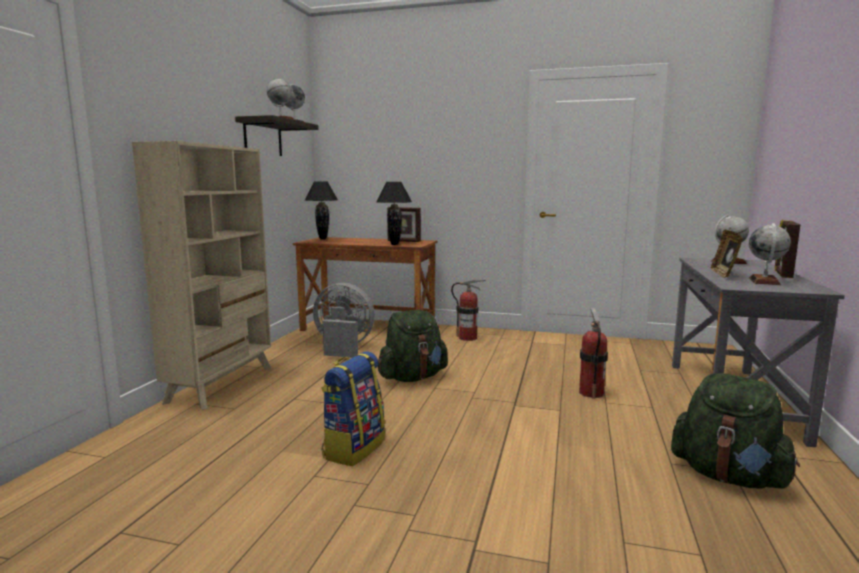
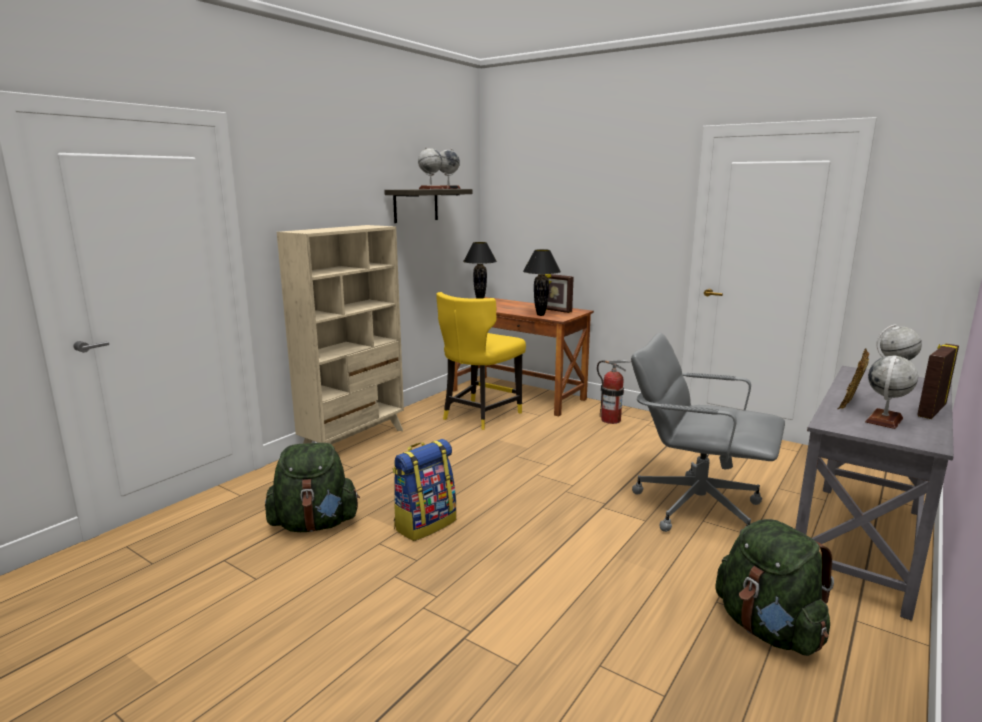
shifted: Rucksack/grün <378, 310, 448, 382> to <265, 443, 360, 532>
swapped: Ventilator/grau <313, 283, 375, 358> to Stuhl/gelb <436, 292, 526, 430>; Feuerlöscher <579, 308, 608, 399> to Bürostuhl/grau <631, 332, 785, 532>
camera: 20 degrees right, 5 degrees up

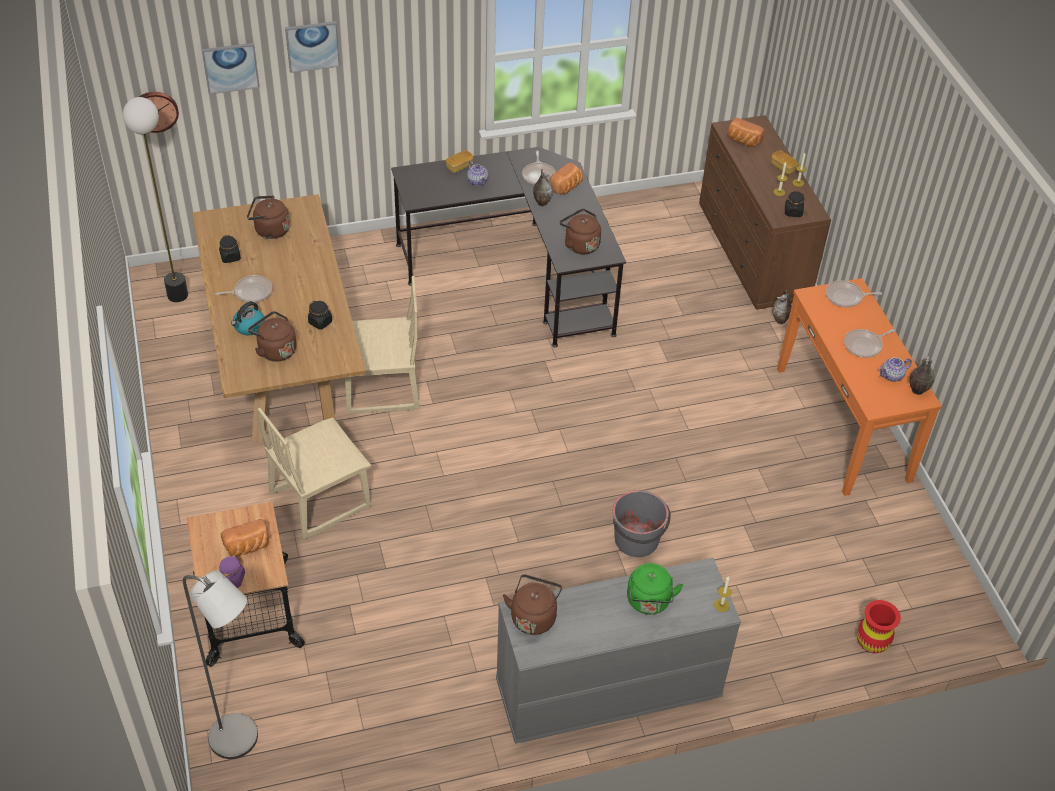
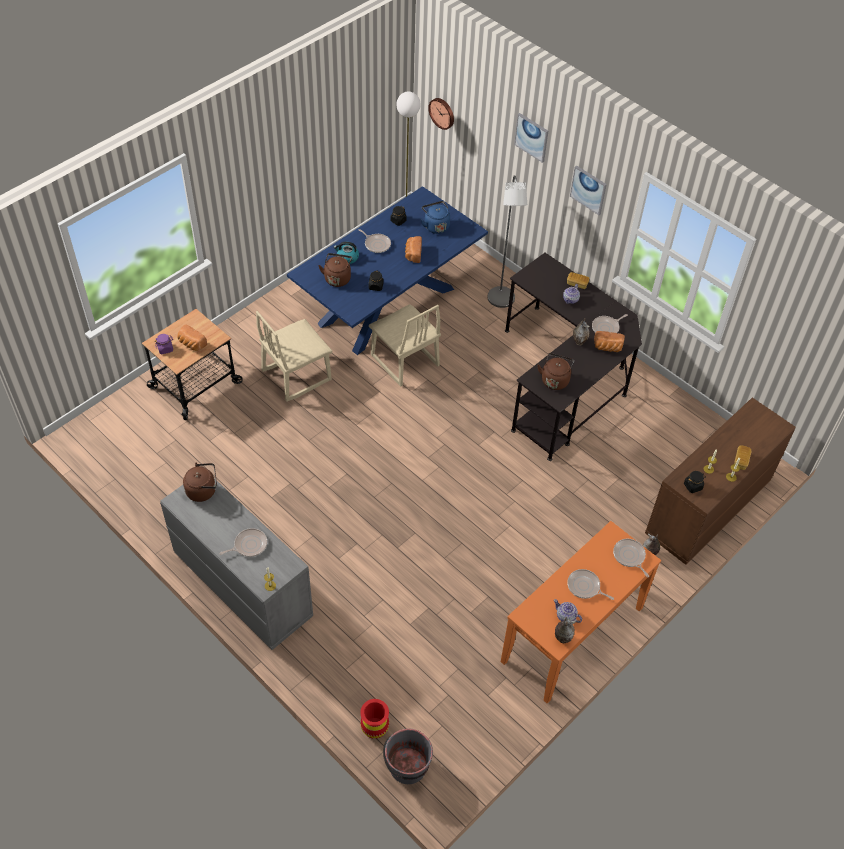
shifted: Eimer/grau <613, 490, 671, 557> to <383, 729, 433, 784>; Brot <727, 118, 765, 147> to <405, 236, 422, 263>; Stehlampe/grau <183, 570, 258, 759> to <488, 175, 527, 308>; Bild <202, 43, 260, 94> to <570, 165, 607, 215>
swapped: Wasserkessel/grün <627, 563, 684, 615> to Pfanne <219, 528, 267, 557>
repainted: Esstisch/braun <192, 194, 366, 443> to Esstisch/blau <287, 186, 488, 355>; Wasserkessel/braun <247, 195, 290, 239> to Wasserkessel/blau <421, 201, 450, 234>
rotated: Stuhl/beige <258, 408, 371, 539> = <256, 311, 332, 402> 60 degrees counterclockwise
camera: 60 degrees right, 5 degrees up

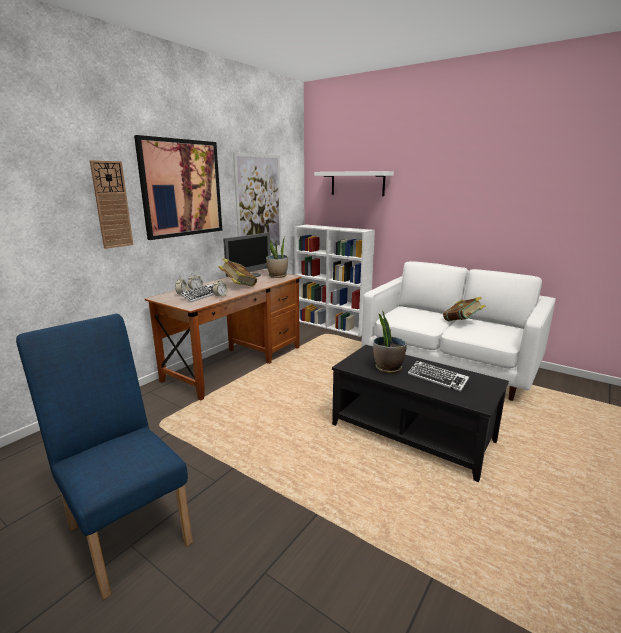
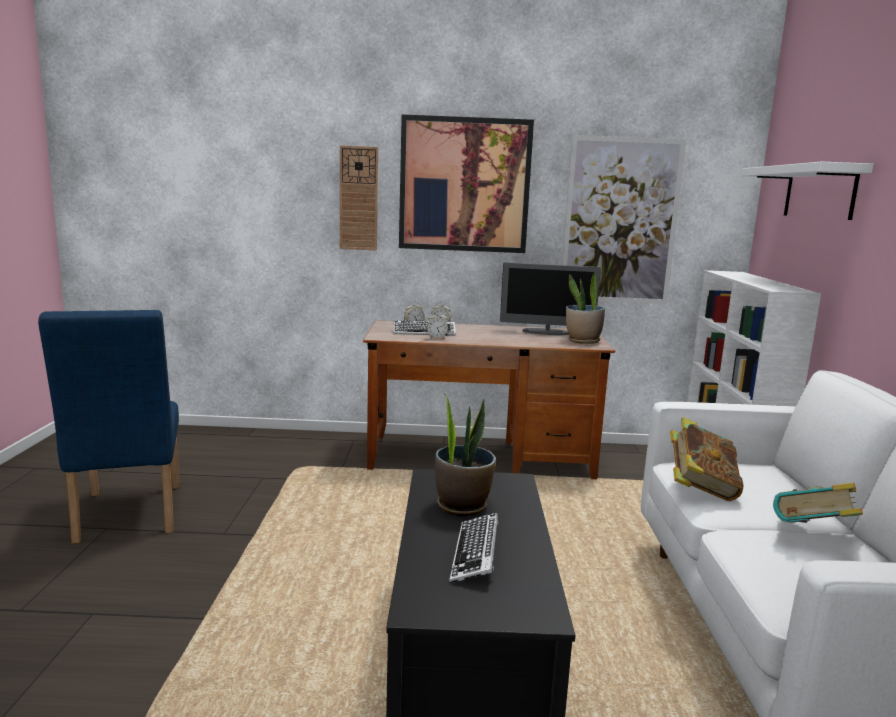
shifted: Buch <219, 258, 257, 287> to <670, 417, 743, 501>
rotated: Stuhl/blau <16, 314, 193, 600> = <38, 310, 180, 544> 150 degrees clockwise
camera: 55 degrees right, 5 degrees down

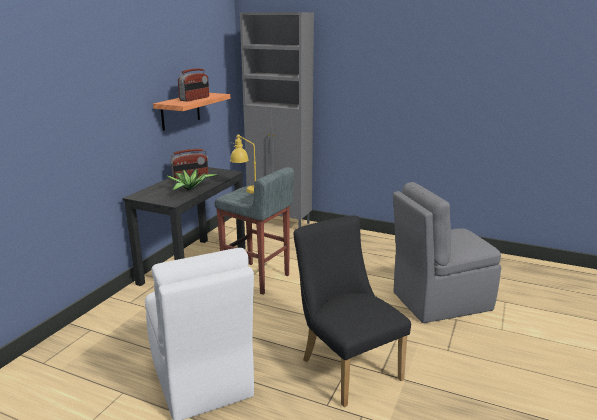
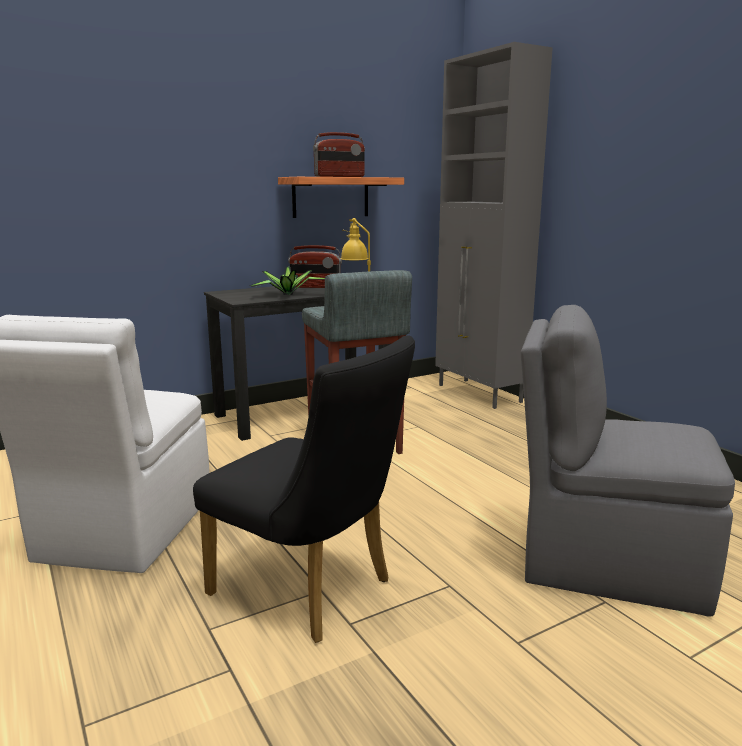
rotated: Stuhl/schwarz <294, 216, 411, 407> = <193, 335, 415, 643> 120 degrees clockwise
camera: 35 degrees right, 5 degrees down

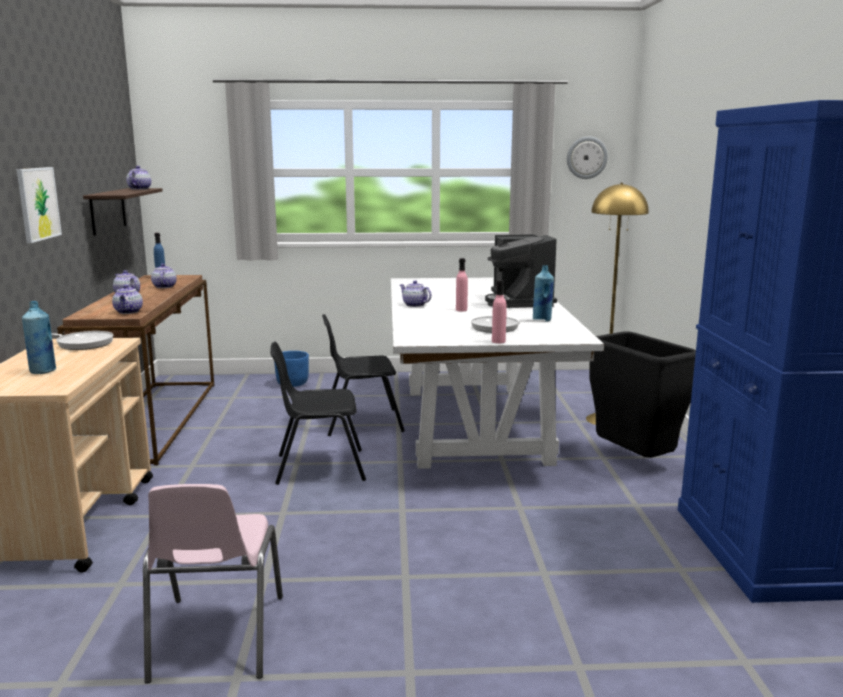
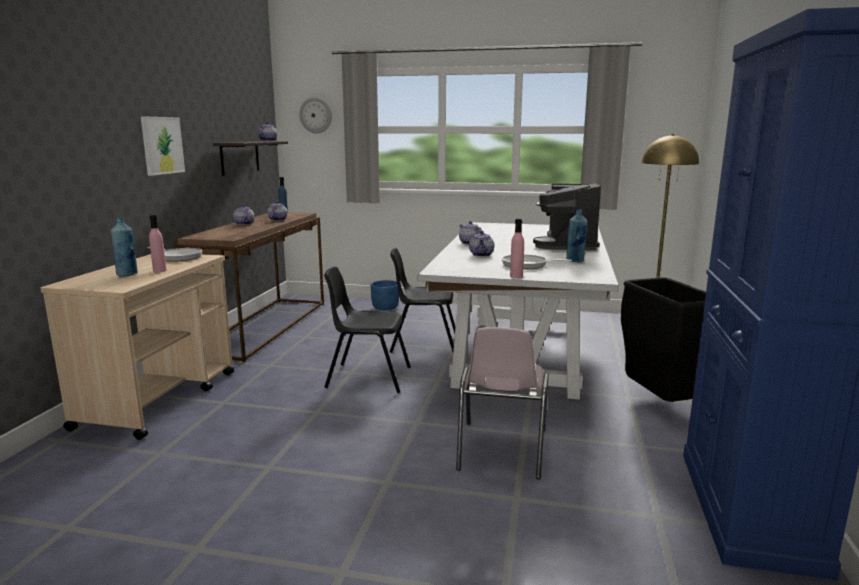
shifted: Flasche/rosa <456, 258, 468, 311> to <149, 215, 167, 272>; Wanduhr <567, 136, 608, 179> to <299, 97, 332, 134>; Stuhl/rosa <143, 484, 283, 684> to <456, 327, 549, 479>; Teekanne <112, 285, 143, 314> to <469, 231, 494, 257>
camera: 15 degrees right, 0 degrees up

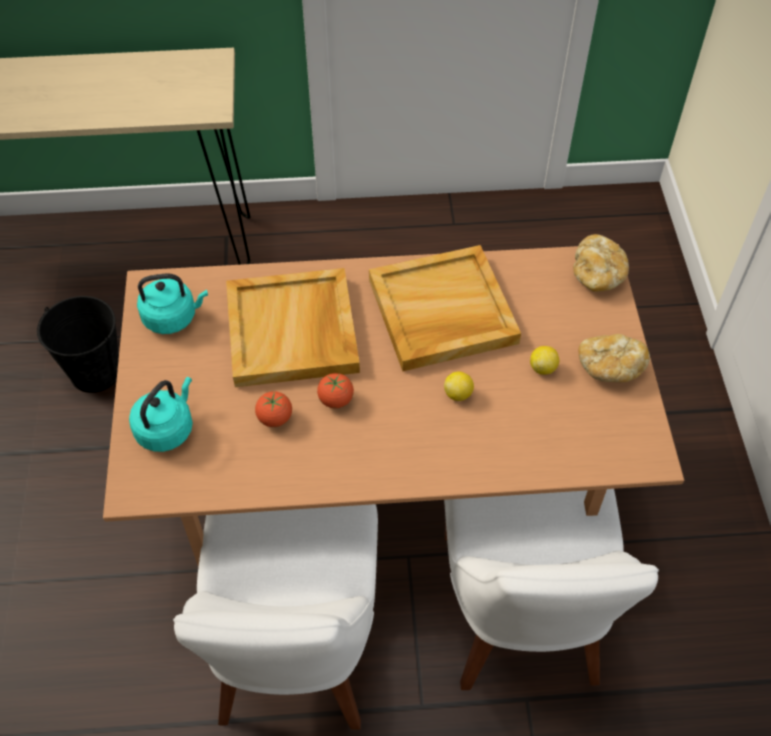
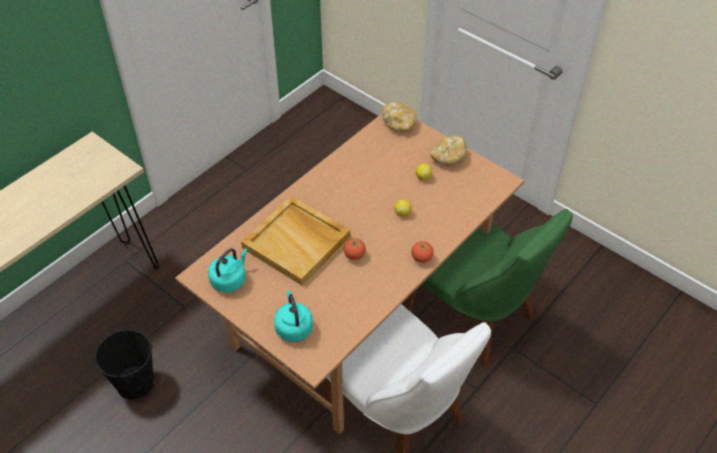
gone: Tablett/beige <369, 245, 521, 372>
shifted: Tomate <255, 391, 292, 427> to <411, 241, 434, 263>
repainted: Stuhl/weiß <444, 489, 659, 690> to Stuhl/grün <405, 209, 573, 368>
camera: 45 degrees left, 5 degrees down

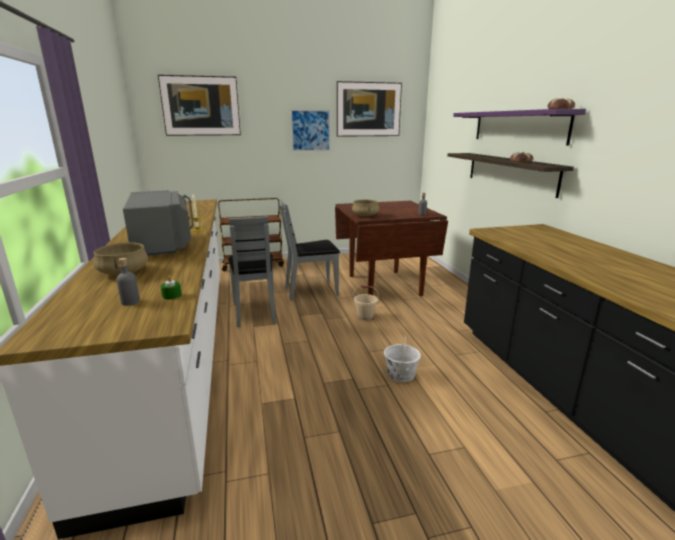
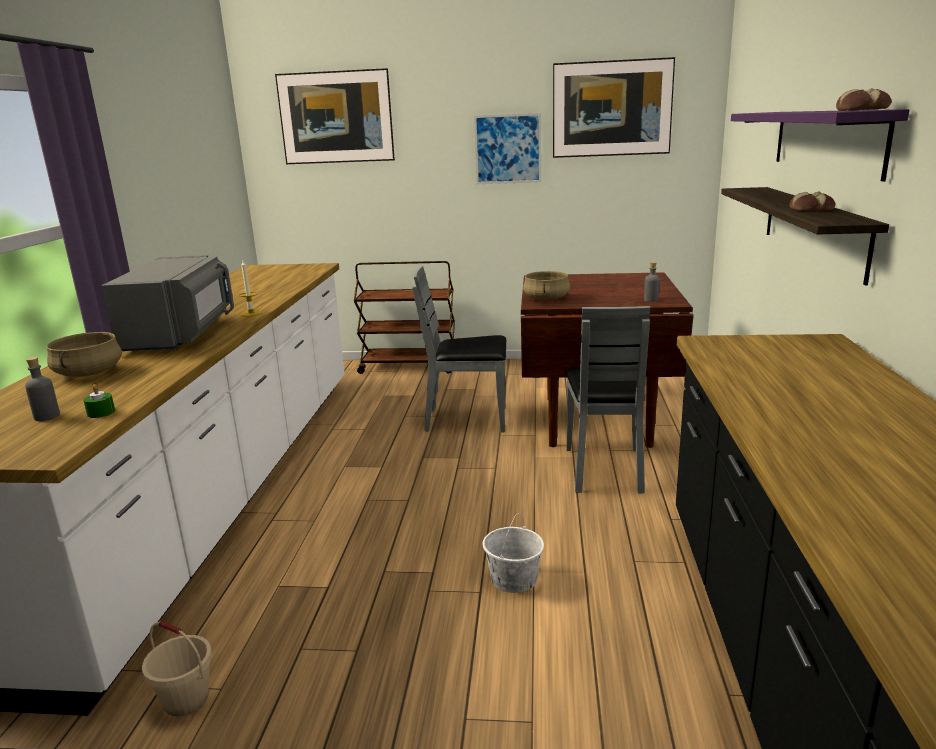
shifted: Eimer/beige <353, 285, 379, 320> to <142, 621, 212, 717>; Stuhl/grau <228, 216, 277, 327> to <565, 306, 650, 494>
camera: 20 degrees right, 0 degrees up

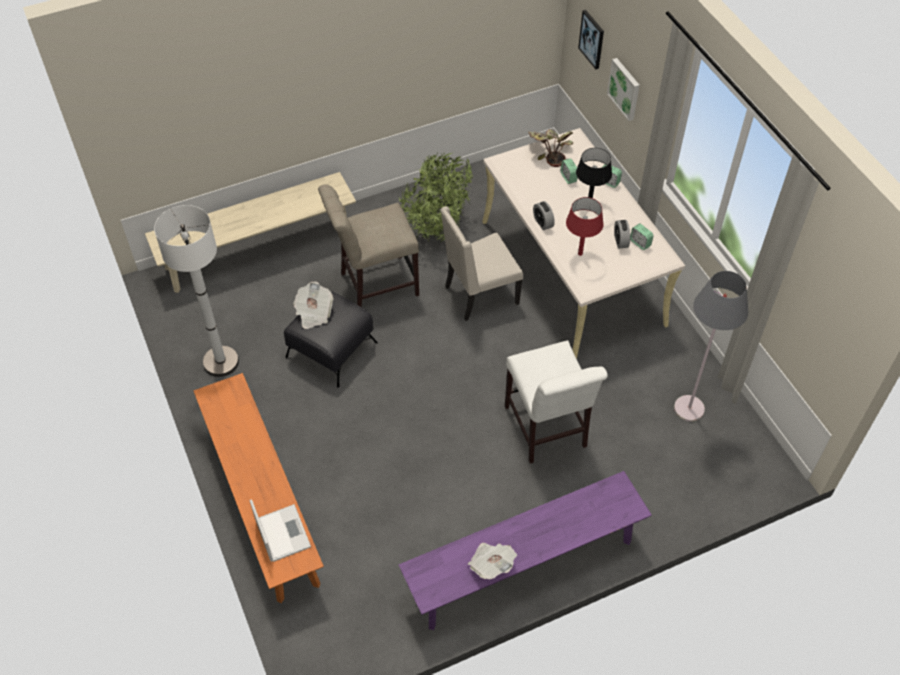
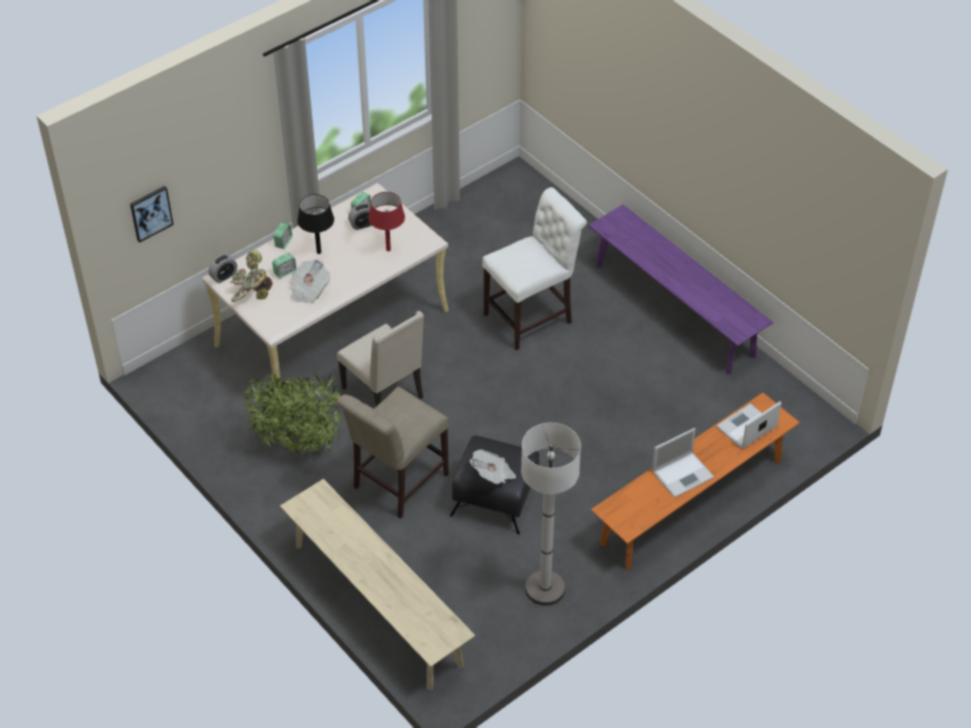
gone: Bild <607, 58, 640, 121>; Stehlampe/grau <674, 271, 748, 422>
new: Laptop <652, 428, 714, 498>
shifted: Wecker <533, 201, 555, 230> to <208, 254, 237, 283>; Zeitung <468, 543, 517, 579> to <290, 259, 330, 303>
rotated: Stuhl/beige <318, 184, 419, 307> = <336, 386, 449, 519> 75 degrees clockwise
camera: 105 degrees left, 5 degrees down

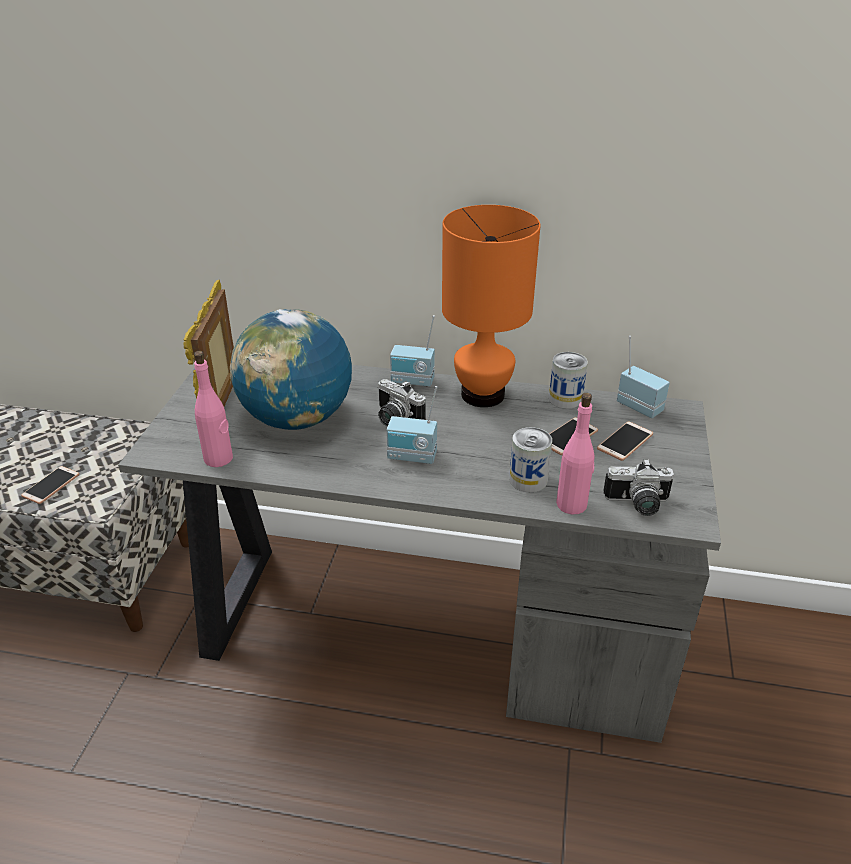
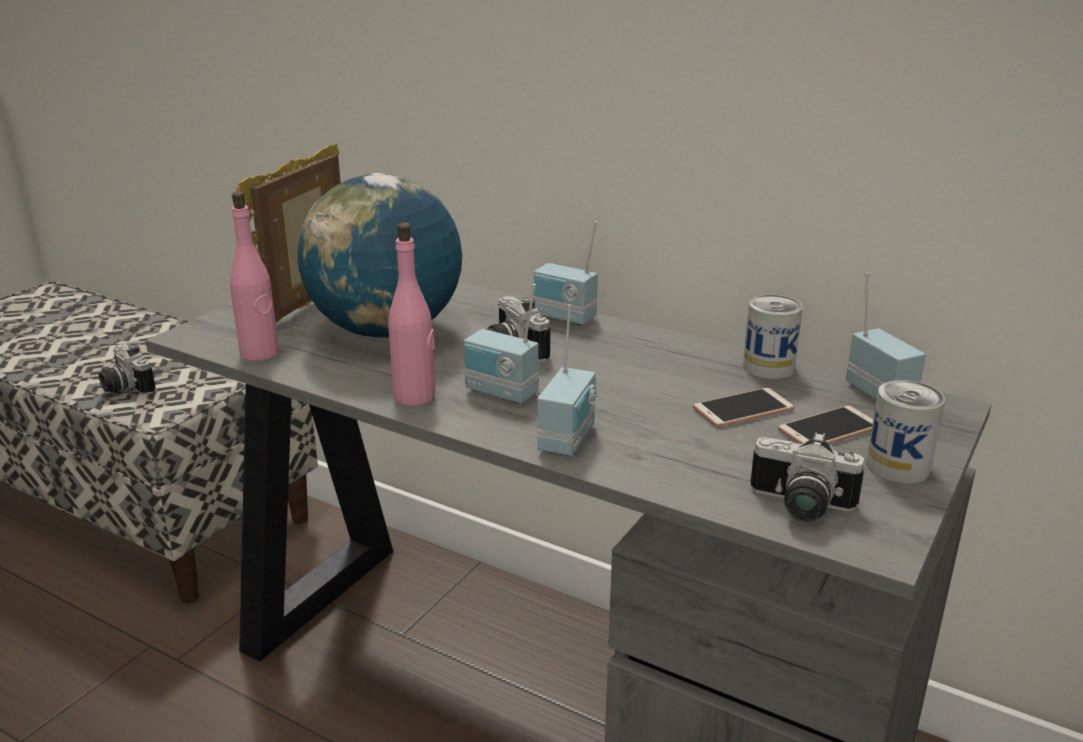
gone: Tischlampe/orange <442, 205, 540, 407>
new: Radio <537, 305, 598, 456>
shifted: Flasche/rosa <556, 393, 595, 515> to <388, 223, 435, 406>; Dose <509, 427, 552, 492> to <866, 380, 945, 483>
swapped: Handy <21, 466, 80, 504> to Kamera <99, 344, 156, 395>
camera: 20 degrees right, 10 degrees down

